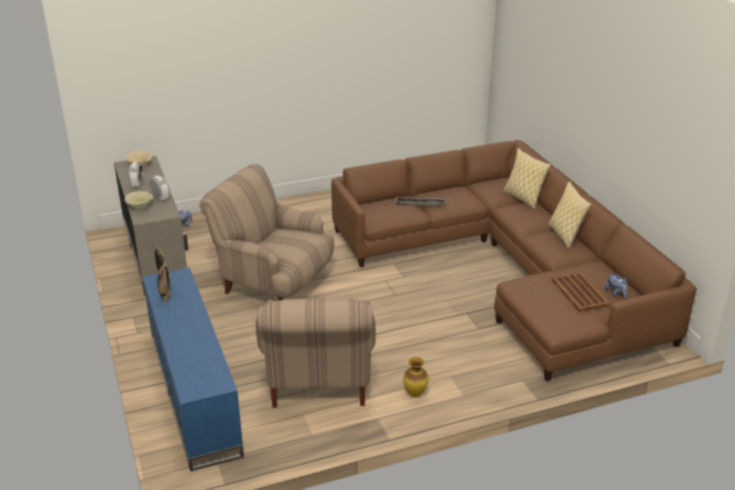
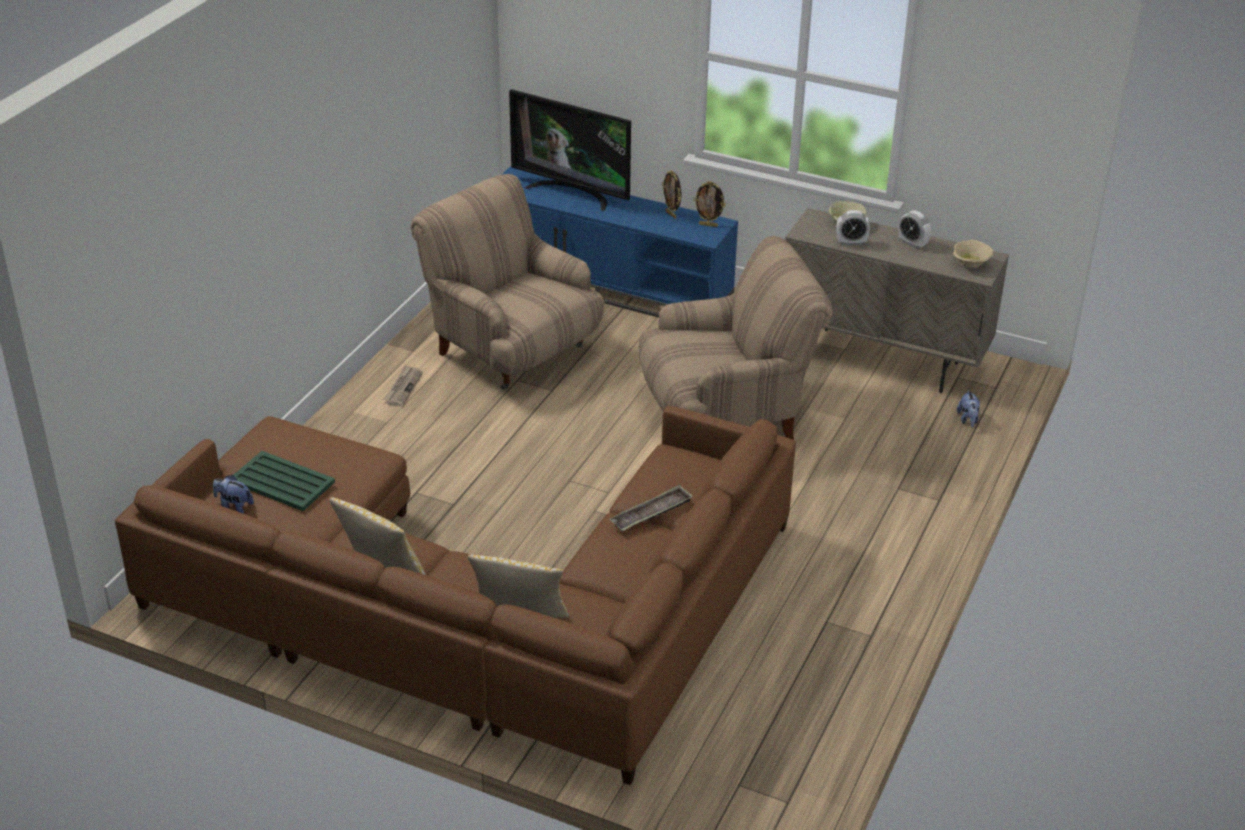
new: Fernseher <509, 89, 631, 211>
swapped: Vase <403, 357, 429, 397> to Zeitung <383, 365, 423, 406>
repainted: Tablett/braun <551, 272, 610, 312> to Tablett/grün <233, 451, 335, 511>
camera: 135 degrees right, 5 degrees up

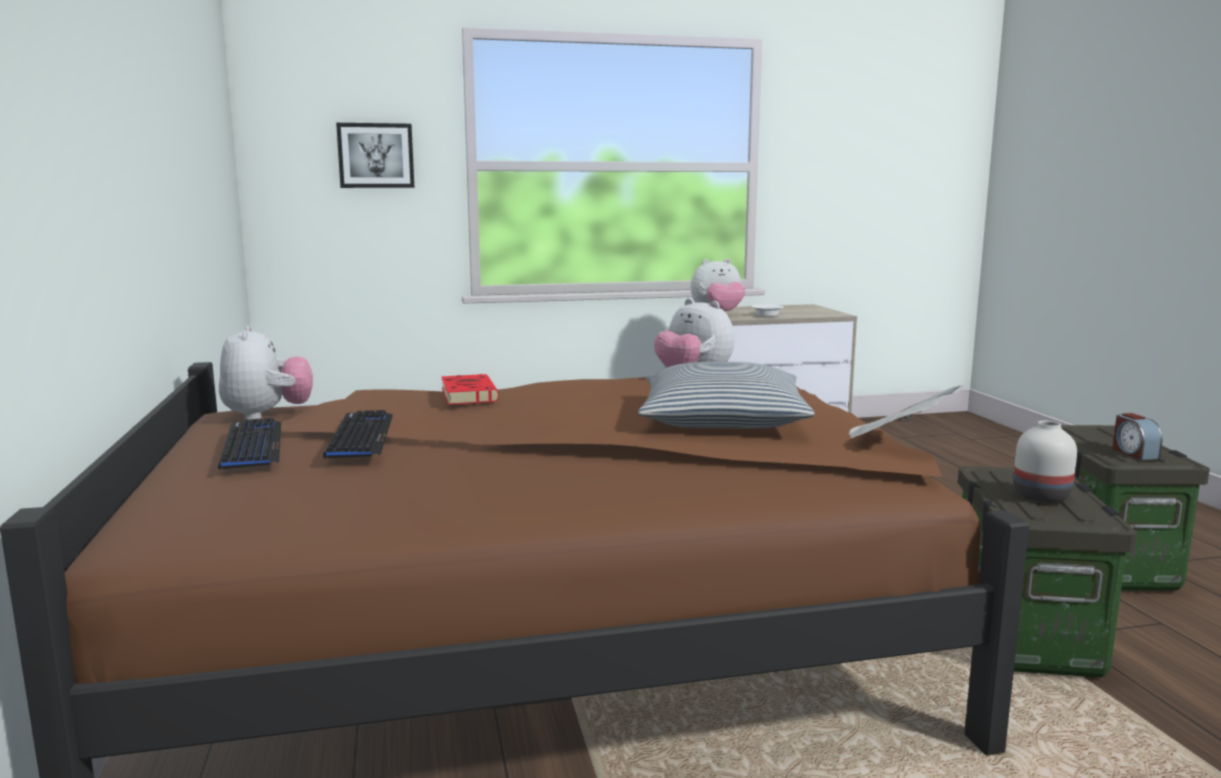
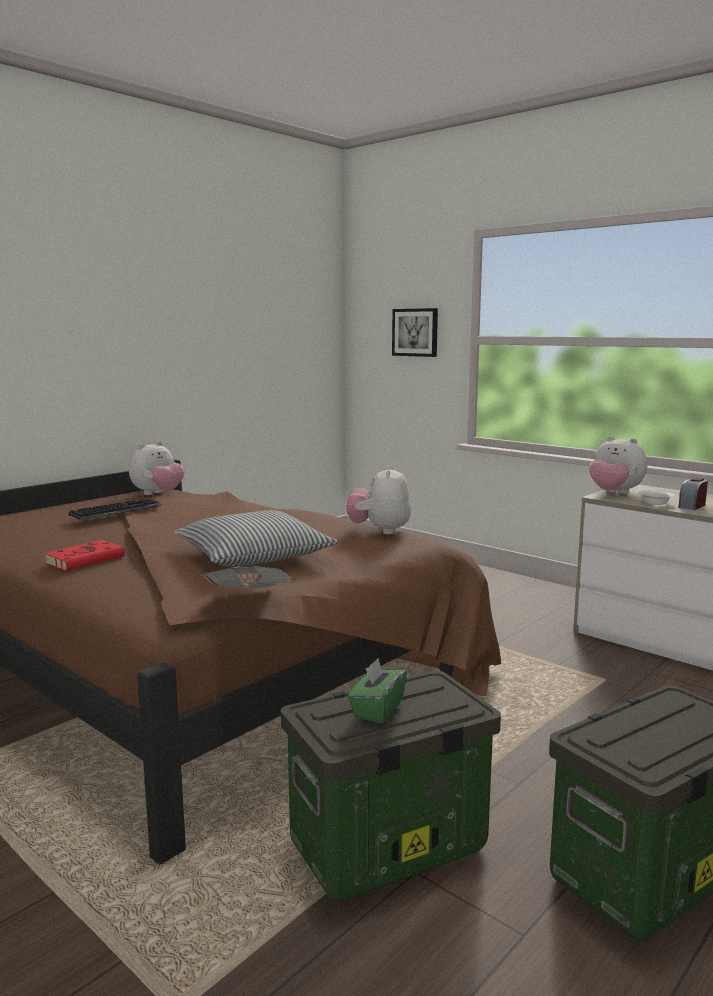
gone: Tastatur <218, 418, 281, 470>
shifted: Buch/rot <441, 374, 499, 405> to <44, 540, 125, 571>; Wecker <1112, 413, 1163, 460> to <679, 478, 708, 510>
swapped: Vase/weiß <1013, 421, 1077, 503> to Taschentuchbox/grün <348, 658, 407, 723>
camera: 55 degrees right, 0 degrees up

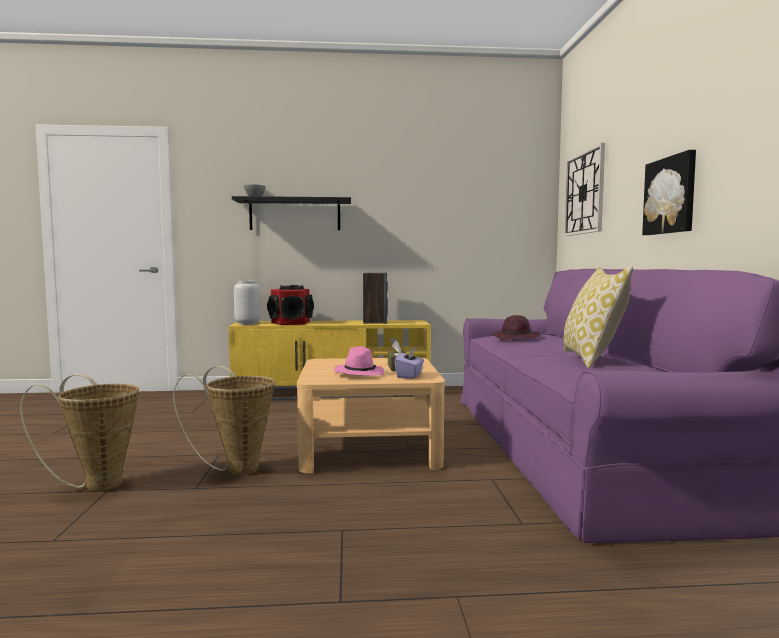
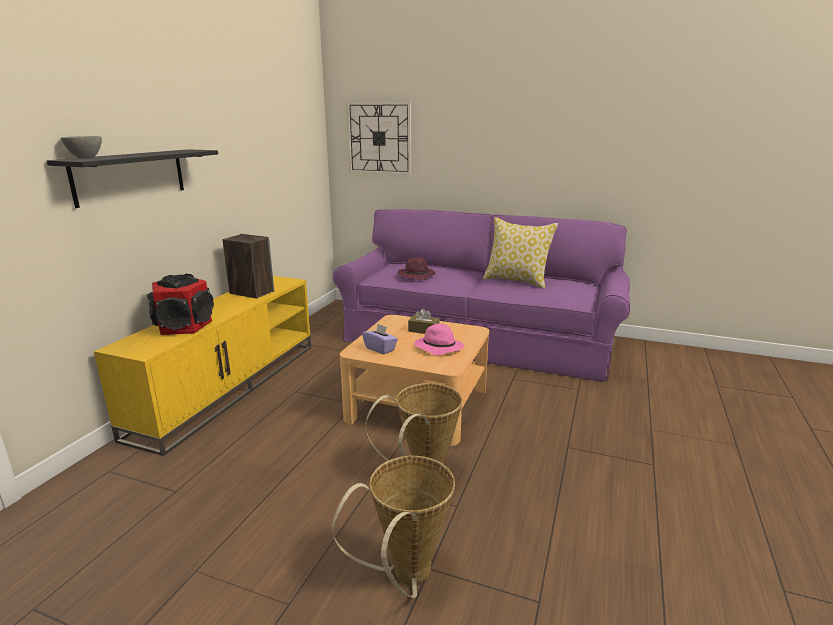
gone: Vase/grau <234, 281, 261, 325>; Bild <642, 150, 696, 235>
shifted: Taschentuchbox/lila <394, 347, 424, 379> to <362, 324, 398, 354>
camera: 65 degrees left, 15 degrees up

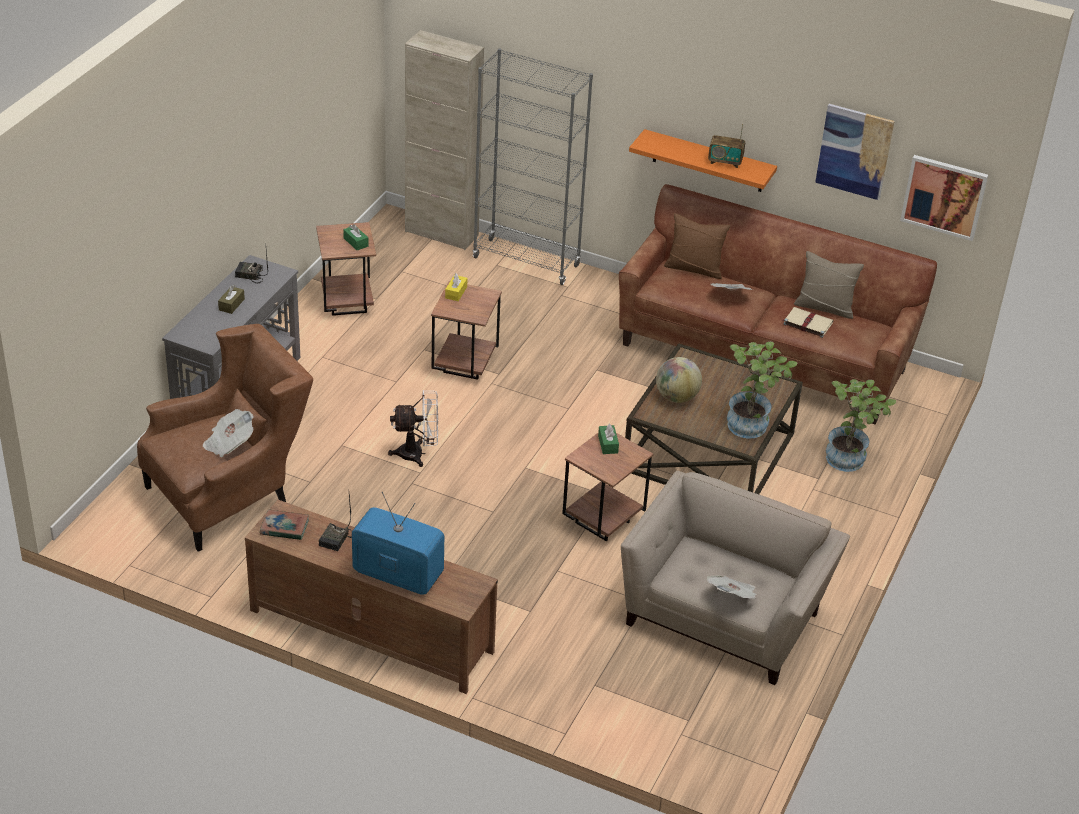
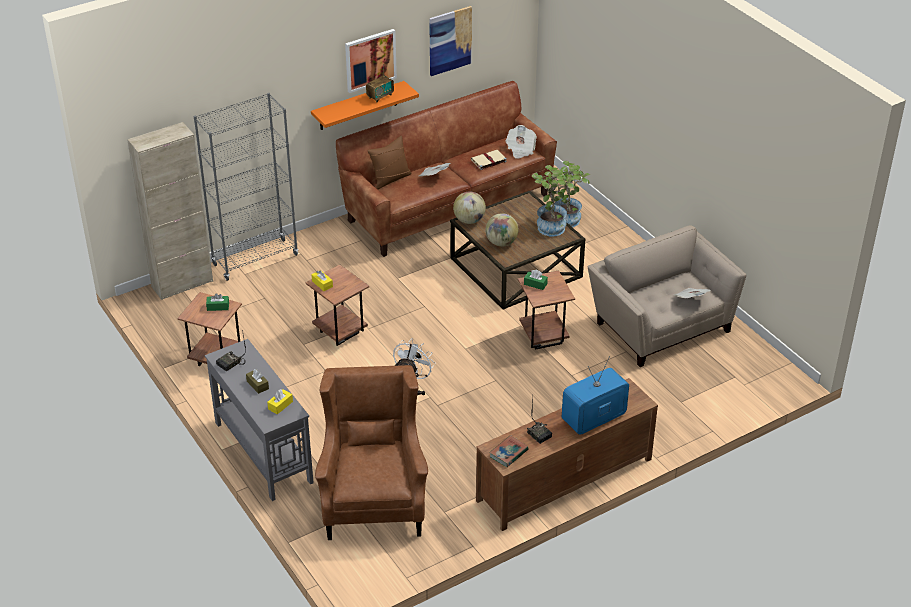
gone: Kissen/beige <794, 251, 864, 319>
new: Taschentuchbox/gelb <267, 389, 293, 414>; Globus <453, 191, 486, 224>
shifted: Bild <900, 155, 988, 241> to <345, 29, 397, 93>; Zeitung <203, 409, 254, 457> to <505, 125, 537, 159>
camera: 55 degrees left, 0 degrees up

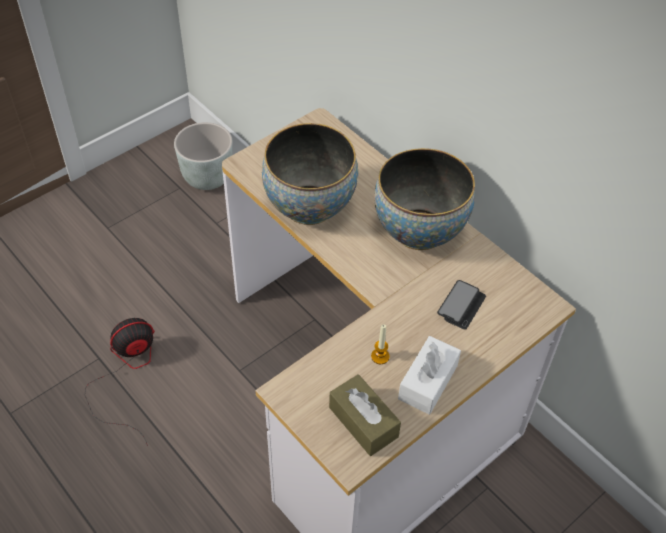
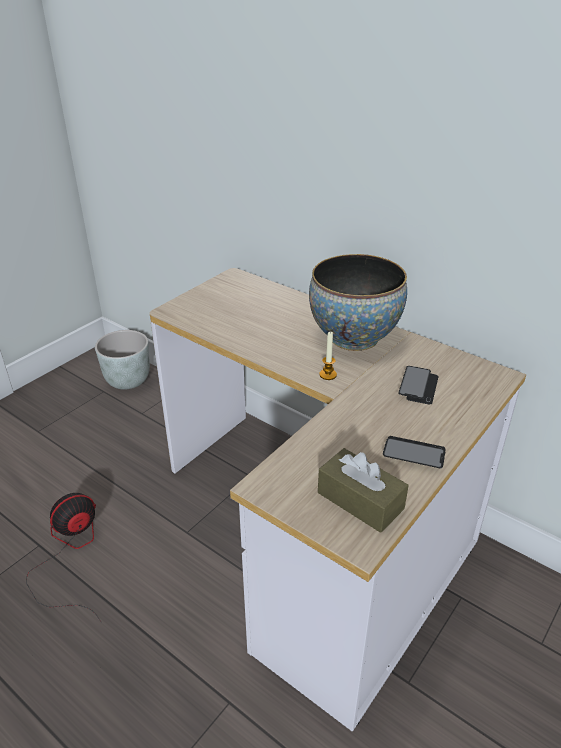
gone: Schüssel <262, 123, 358, 225>
shifted: Kerze <371, 324, 390, 364> to <319, 331, 337, 380>
swapped: Taschentuchbox/weiß <398, 336, 461, 415> to Handy <383, 436, 446, 468>
camera: 10 degrees left, 15 degrees down

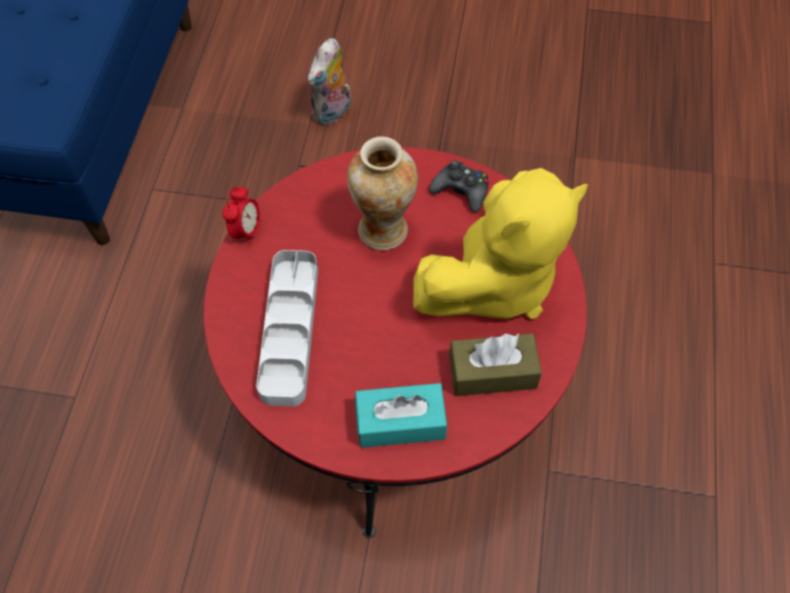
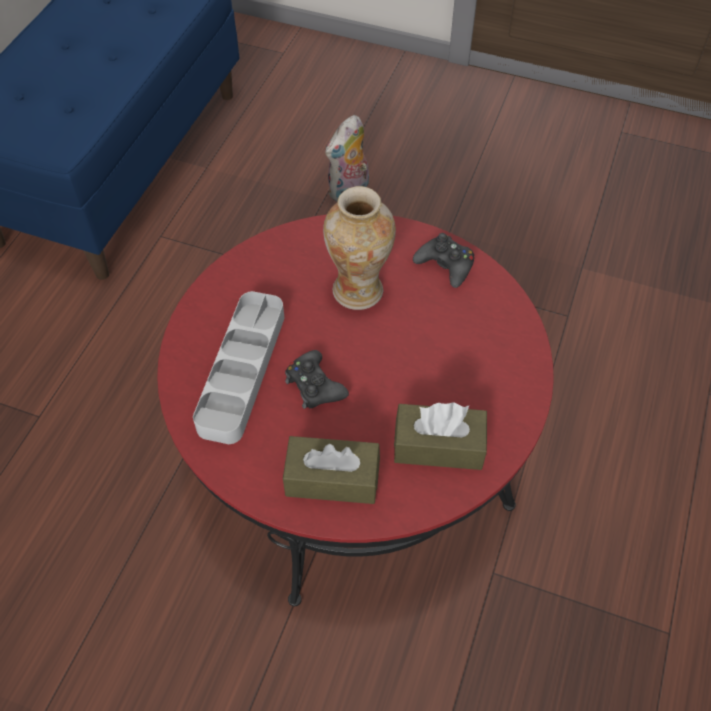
gone: Wecker <222, 187, 261, 245>; Plüschtier/gelb <413, 168, 588, 319>
new: Gamepad/schwarz <285, 350, 349, 409>
repainted: Taschentuchbox/türkis <355, 383, 447, 448> to Taschentuchbox/braun <283, 436, 380, 504>
camera: 10 degrees right, 5 degrees down

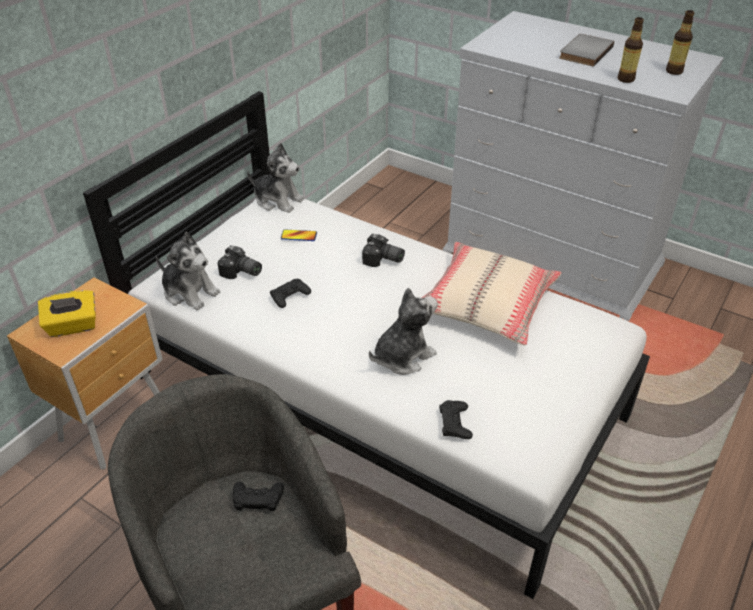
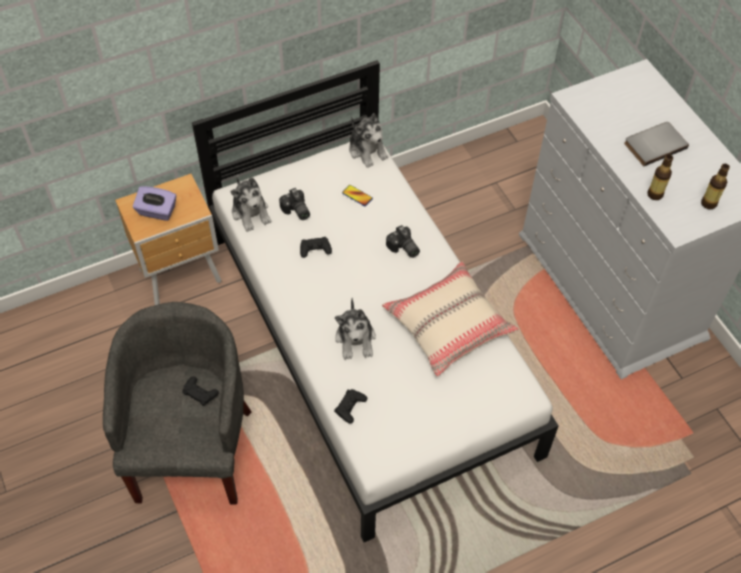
repainted: Taschentuchbox/gelb <38, 290, 96, 337> to Taschentuchbox/lila <133, 186, 176, 221>
rotated: Plüschtier <369, 287, 438, 375> = <335, 298, 376, 360> 90 degrees clockwise
camera: 30 degrees right, 15 degrees up

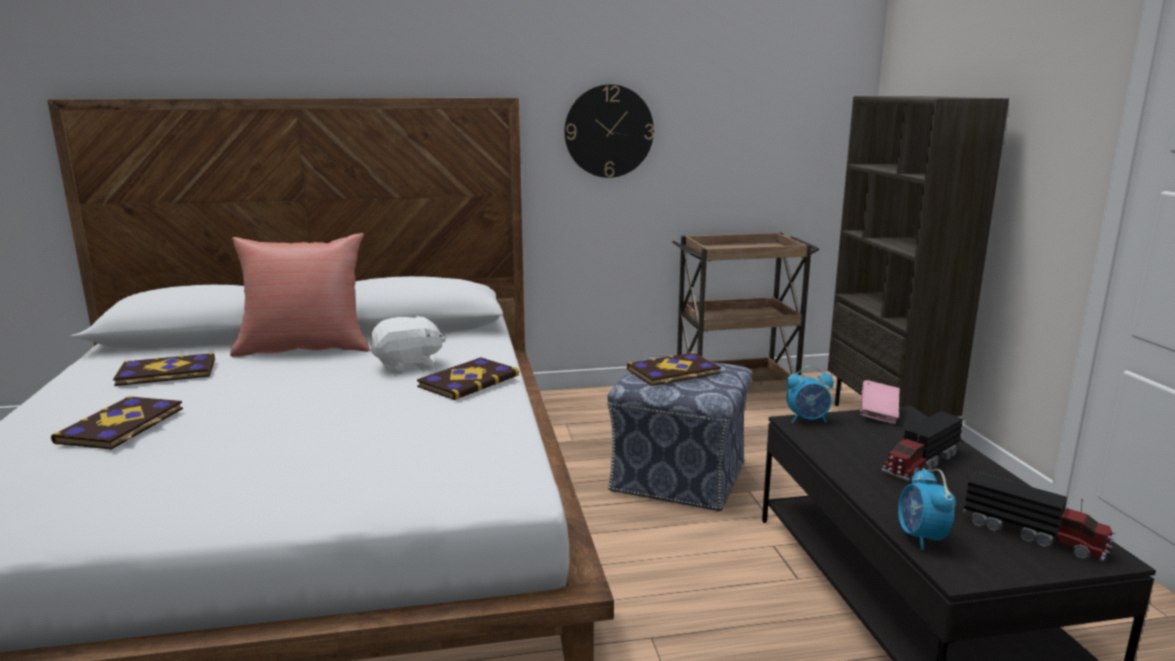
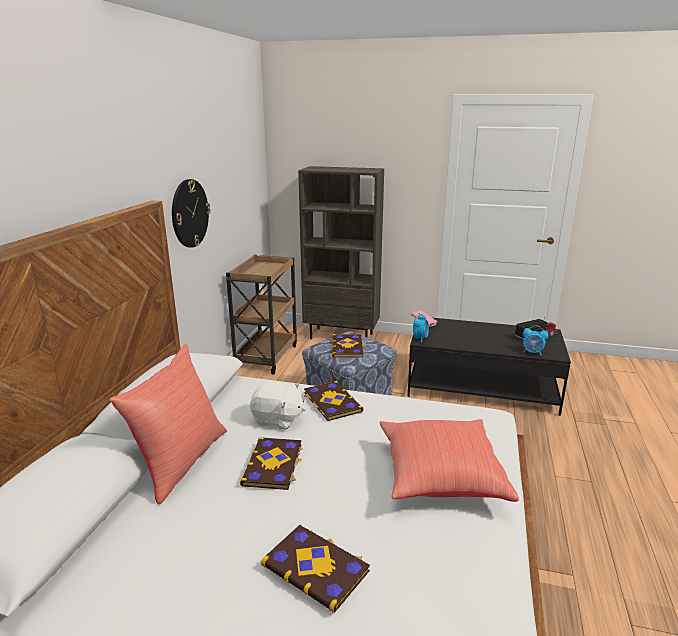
gone: Spielzeuglaster <881, 411, 963, 481>
new: Kissen/rot <379, 419, 519, 502>
shifted: Buch <113, 353, 215, 386> to <240, 437, 303, 490>
rotated: Plüschtier/weiß <370, 316, 445, 374> = <250, 382, 306, 430> 105 degrees clockwise
camera: 65 degrees left, 5 degrees up

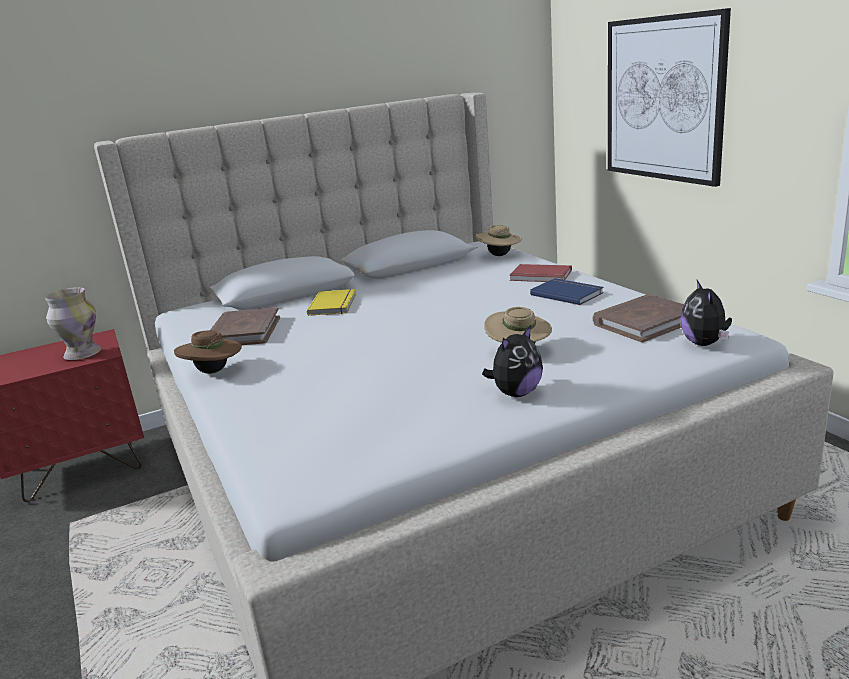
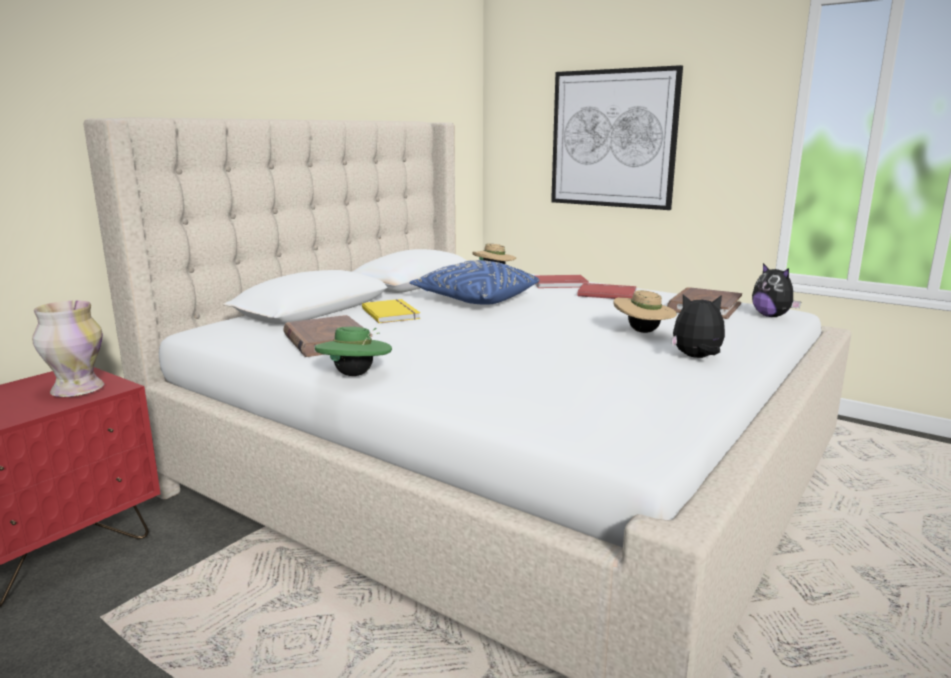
new: Kissen/blau <409, 260, 540, 305>
repainted: Hut/braun <174, 330, 242, 374> to Hut/grün <315, 327, 392, 376>; Buch/blau <530, 278, 603, 305> to Buch/rot <578, 283, 636, 299>
rotated: Plüschtier <482, 325, 543, 397> = <671, 295, 725, 358> 105 degrees counterclockwise
camera: 30 degrees left, 5 degrees down

